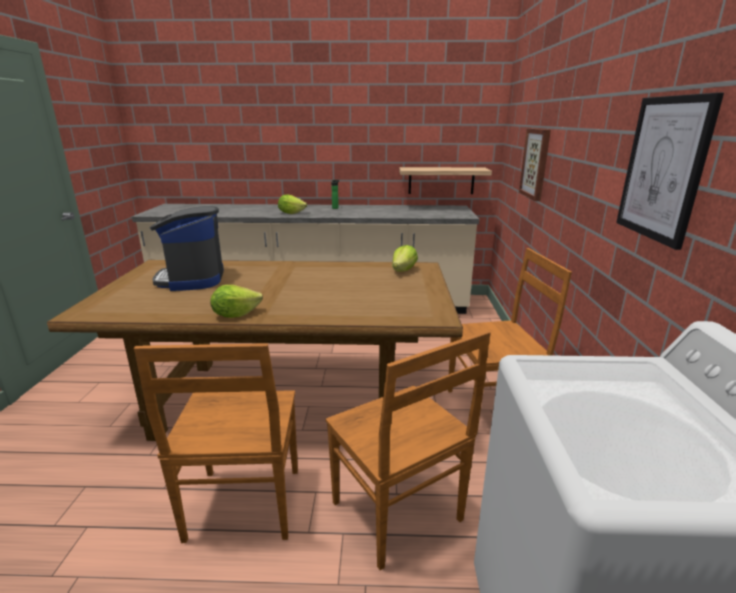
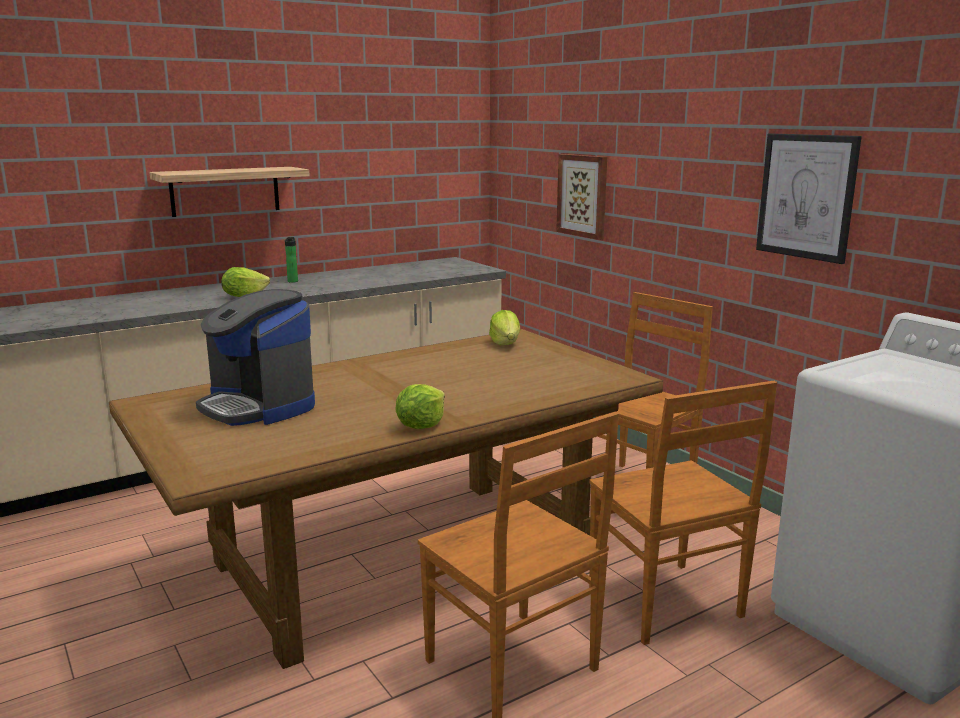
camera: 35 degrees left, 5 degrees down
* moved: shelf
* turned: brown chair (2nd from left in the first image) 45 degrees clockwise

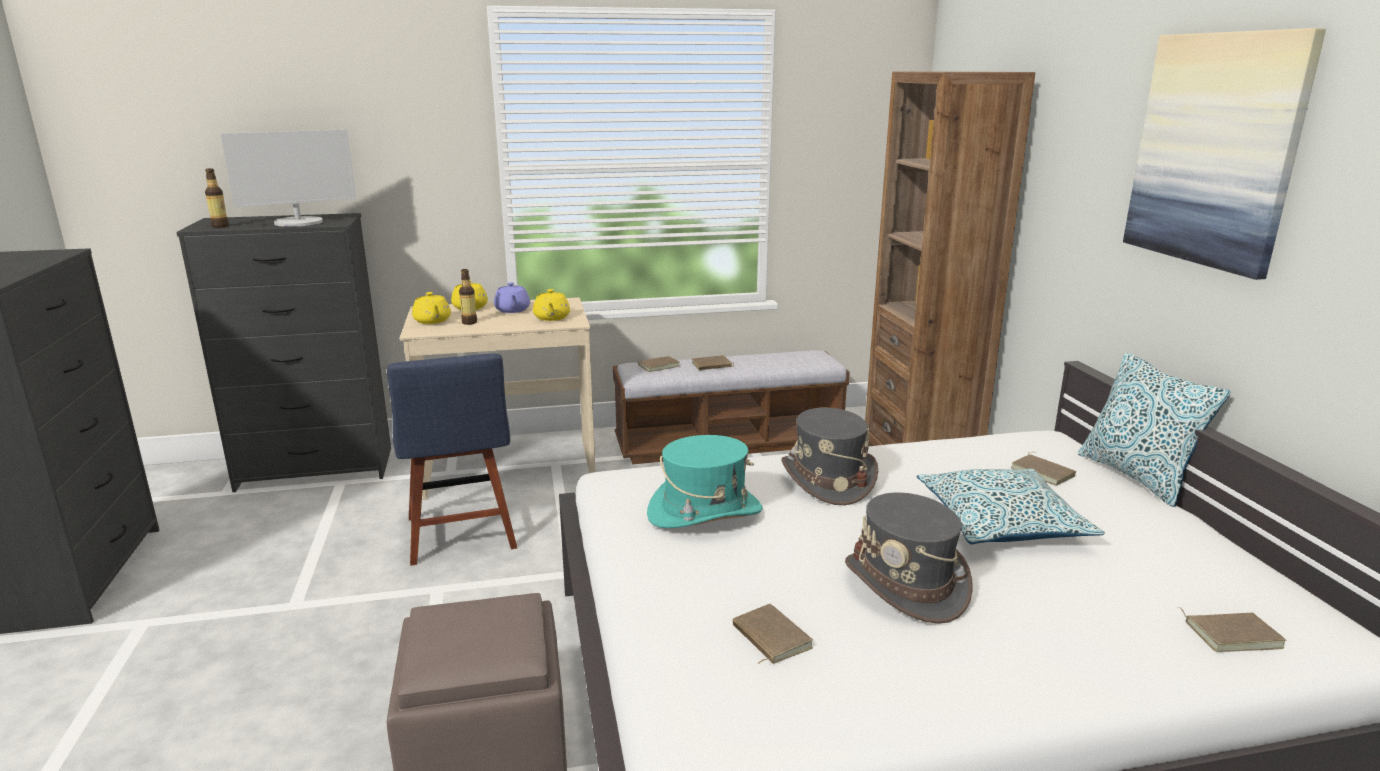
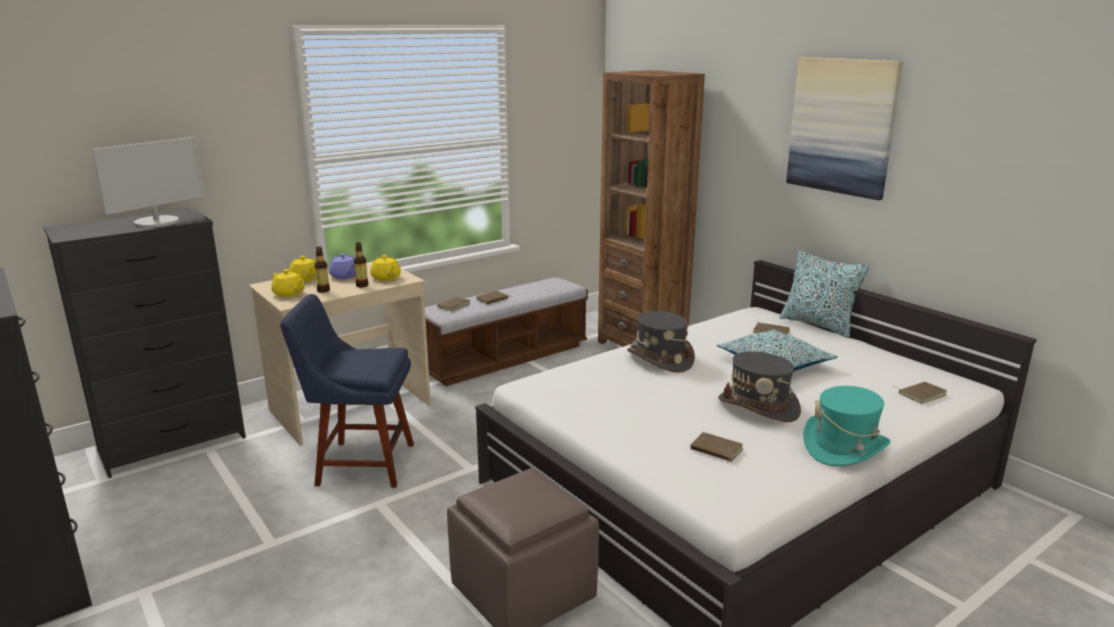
camera: 25 degrees left, 0 degrees up
* moved: bottle (1st from left in the first image) to bottle (2nd from left)
* turned: blue chair 135 degrees clockwise
* moved: turquoise hat

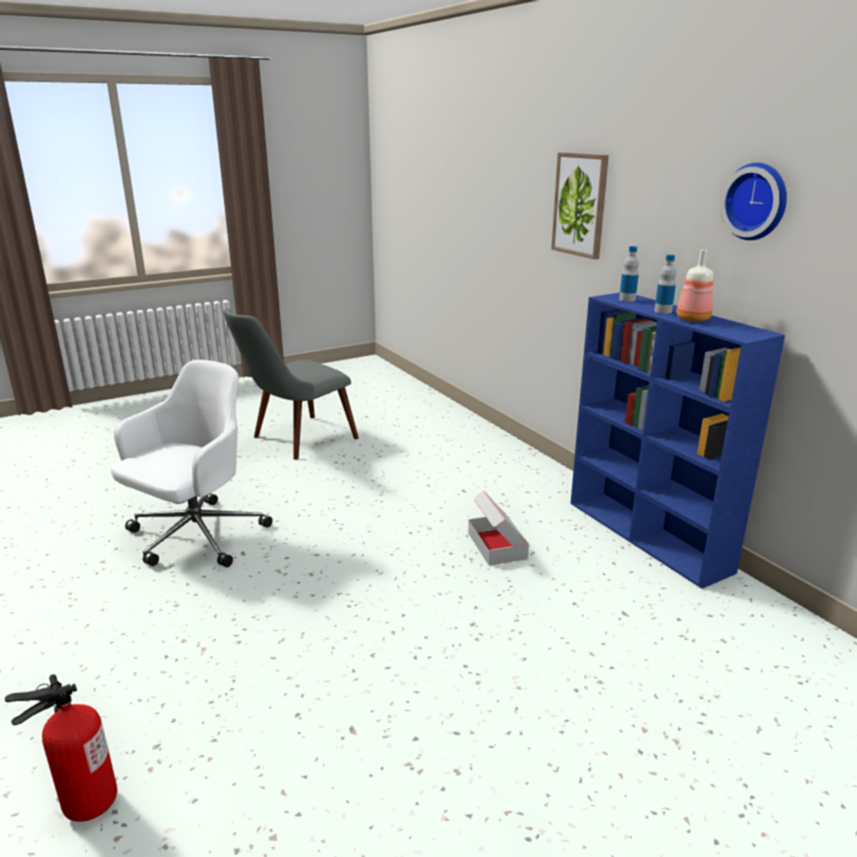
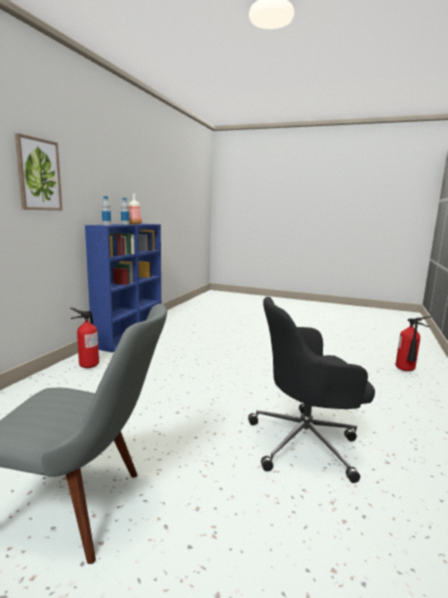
camera: 130 degrees left, 10 degrees down
* removed: wall clock
* recoloured: white office chair to black office chair
* removed: cardboard box
* added: fire extinguisher (1st from left)

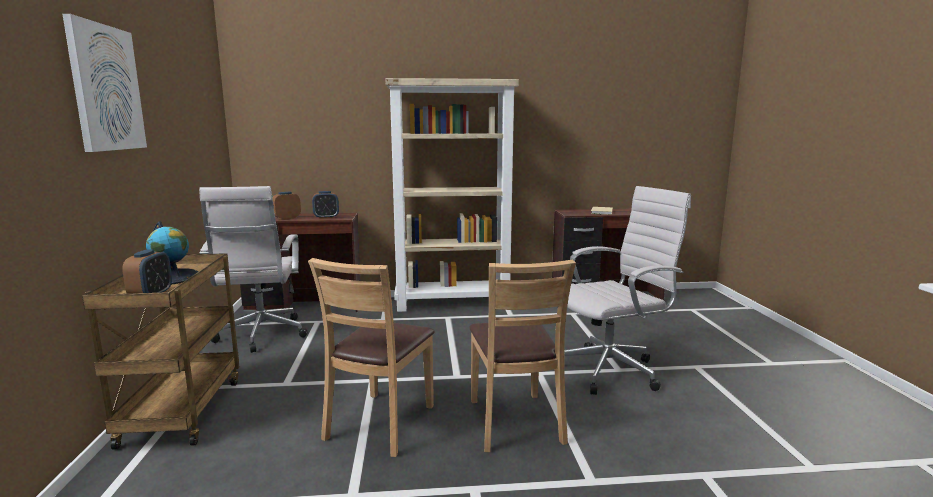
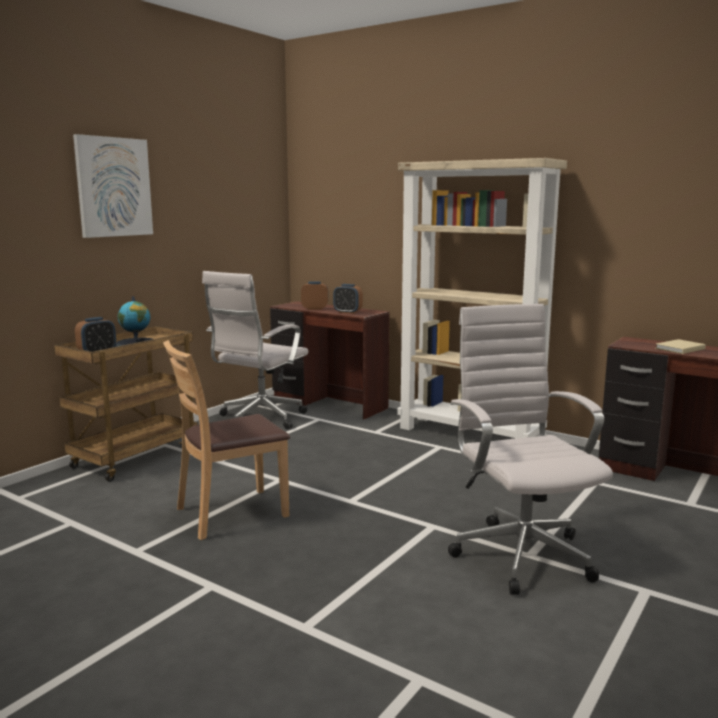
camera: 40 degrees right, 0 degrees up
* turned: white office chair (2nd from left) 120 degrees counterclockwise
* removed: brown chair (2nd from left)

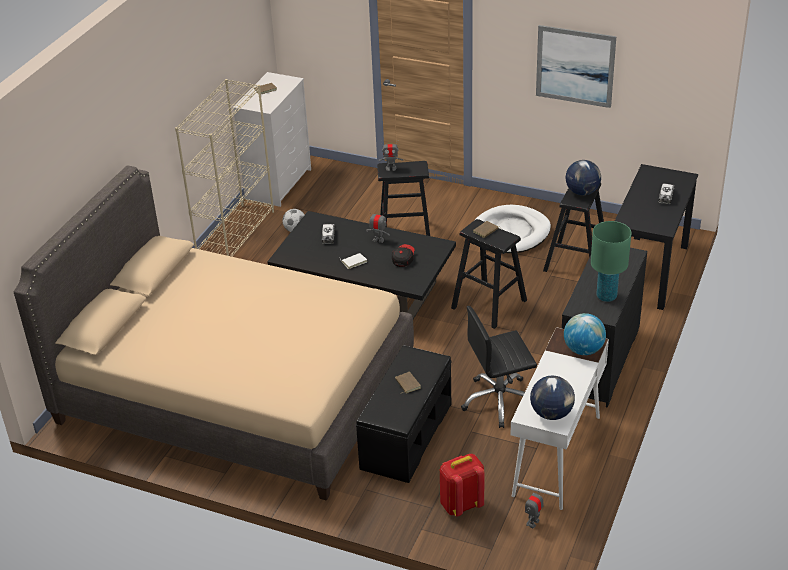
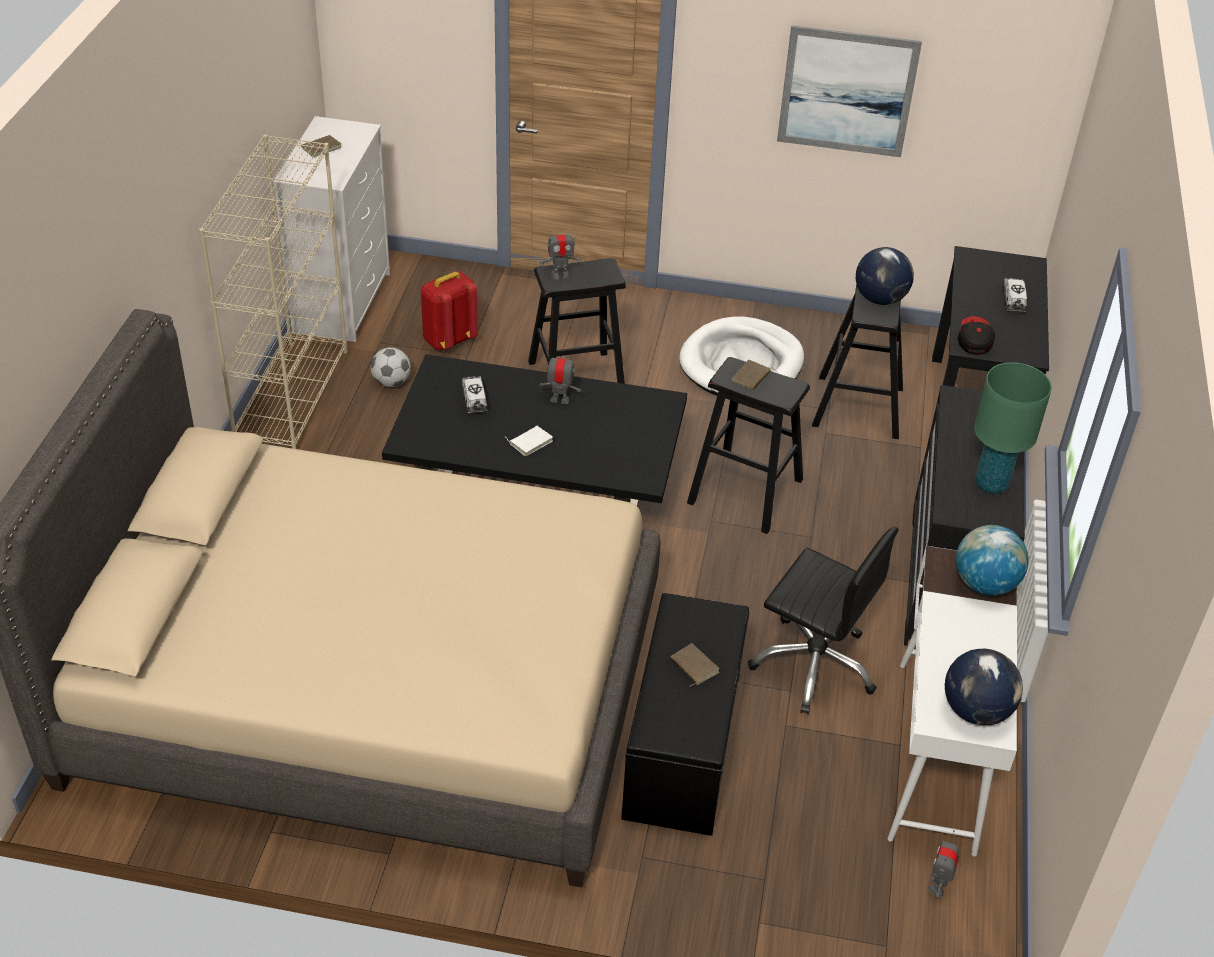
camera: 15 degrees left, 5 degrees up
* moved: cap
* turned: black office chair 120 degrees counterclockwise
* moved: red backpack

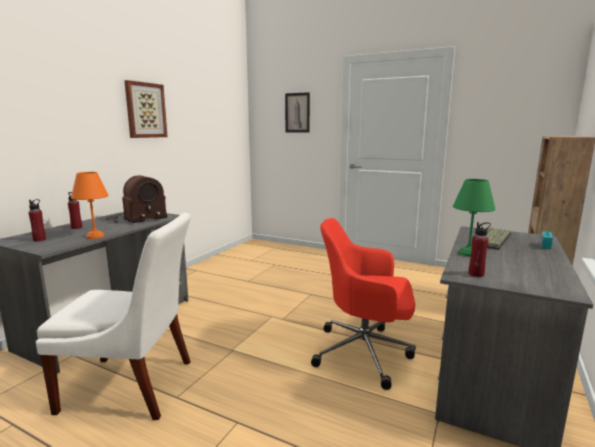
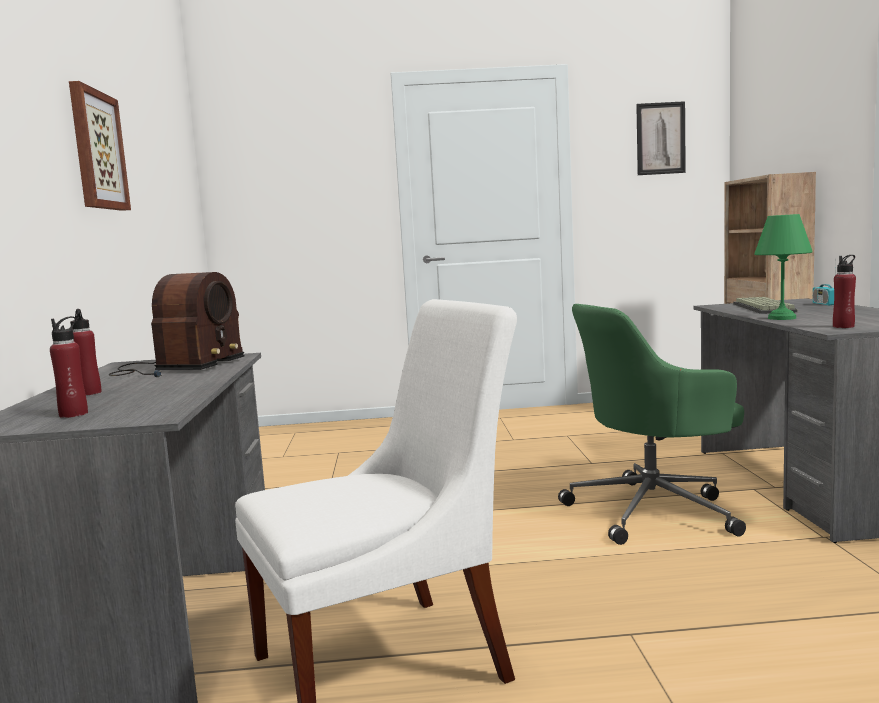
camera: 30 degrees left, 5 degrees down
* moved: picture (2nd from left)
* removed: orange table lamp
* recoloured: red office chair to green office chair

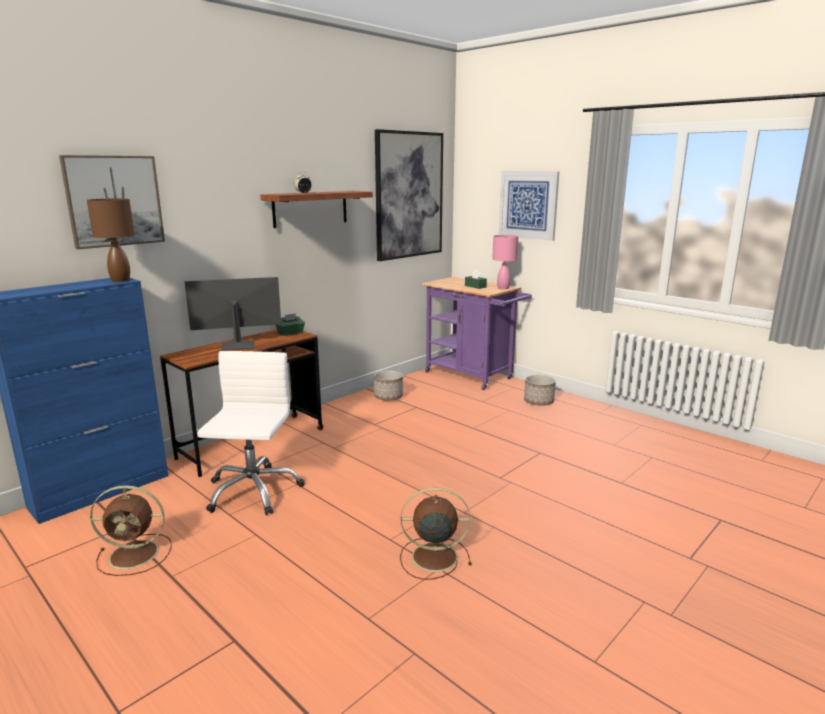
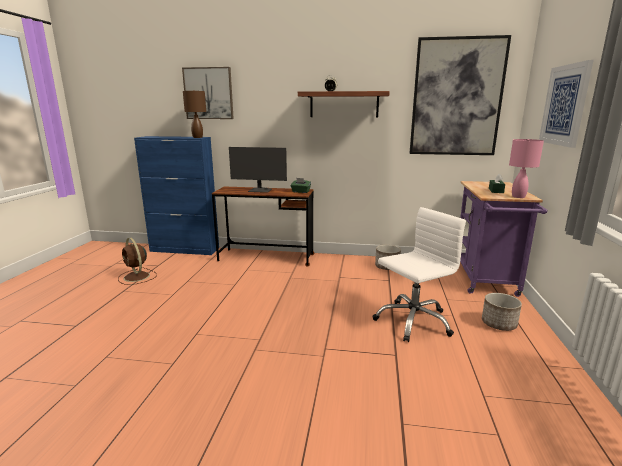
camera: 55 degrees right, 0 degrees up
* turned: monitor 150 degrees clockwise
* moved: white office chair
* removed: brown fan (2nd from left)

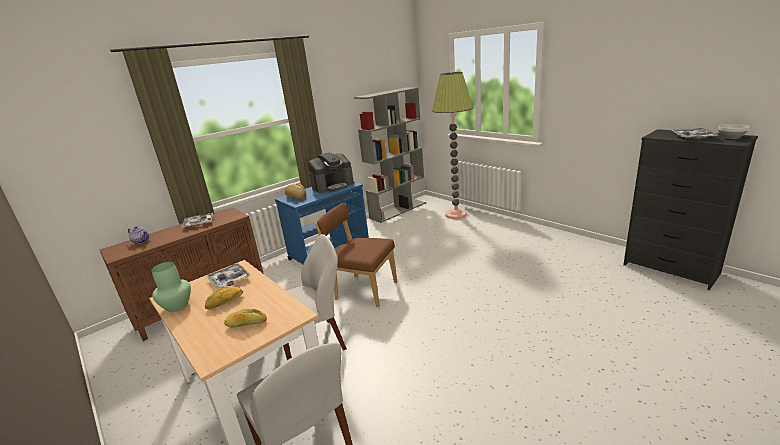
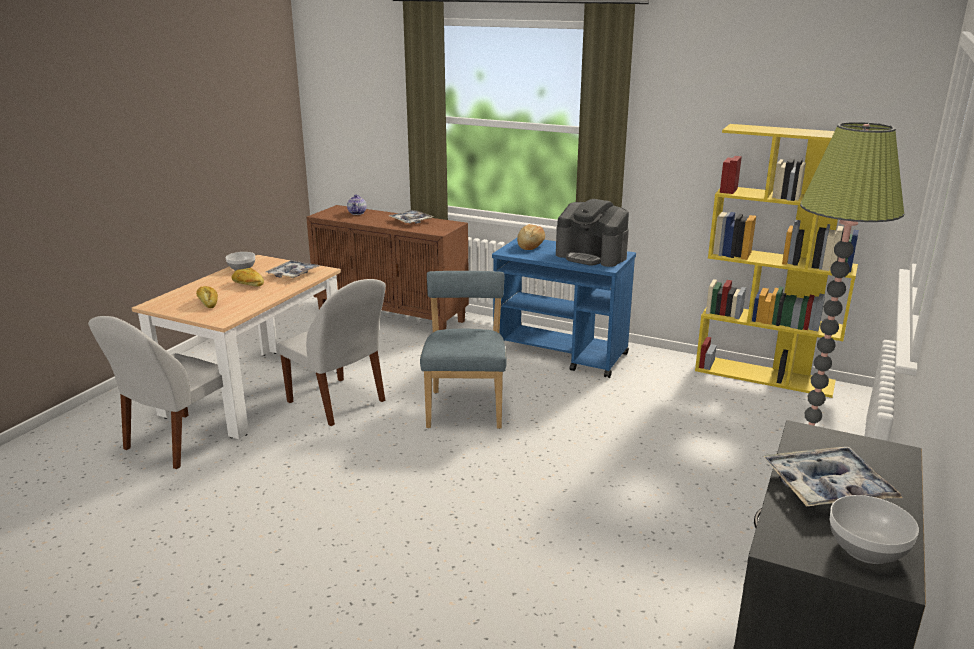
camera: 65 degrees right, 0 degrees up
* recoloured: grey bookcase to yellow bookcase
* recoloured: brown chair to blue chair
* replaced: green vase to bowl (1st from left)

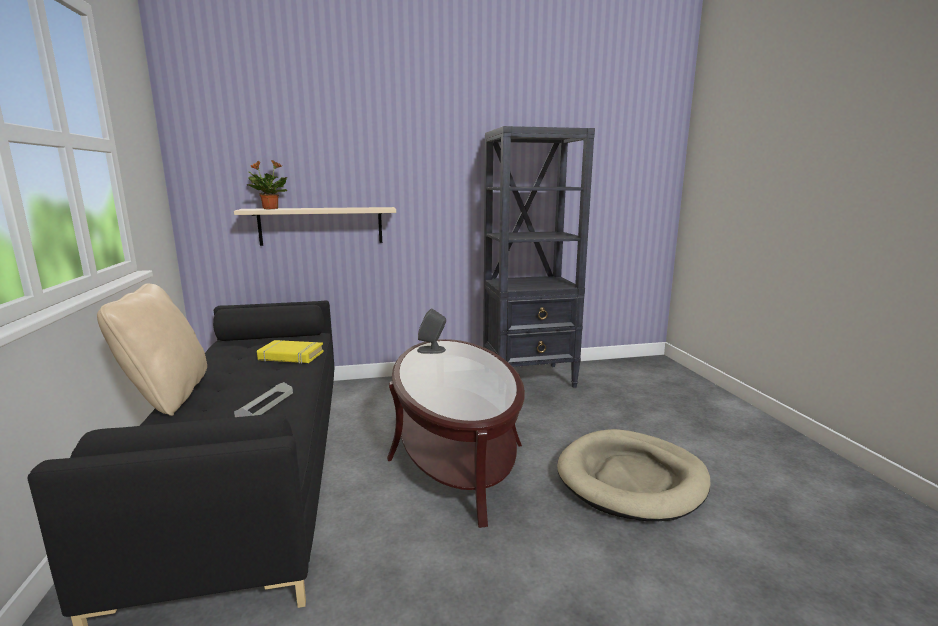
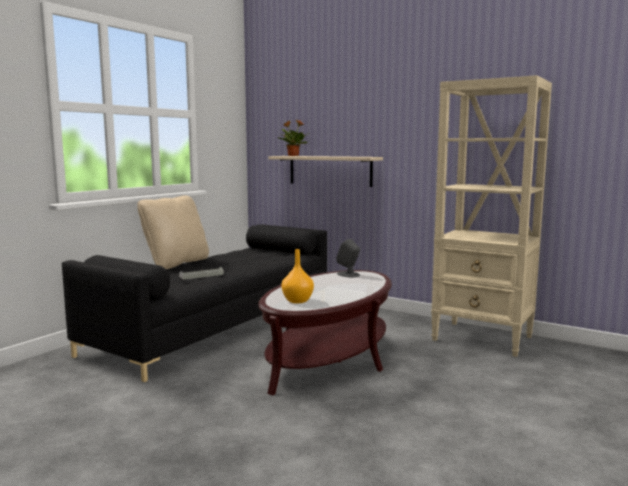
camera: 45 degrees right, 5 degrees down
* recoloured: black bookcase to beige bookcase
* removed: yellow book
* removed: beige dog bed
* added: orange vase

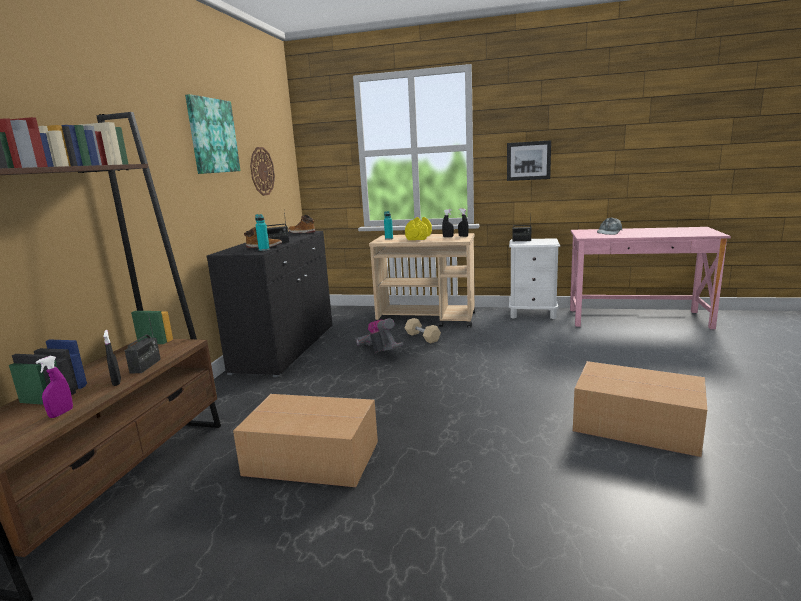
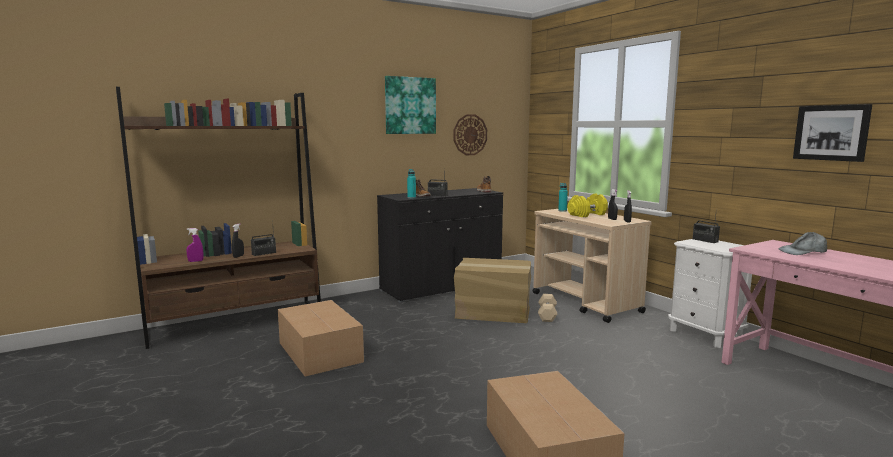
camera: 45 degrees right, 5 degrees down
* moved: picture (2nd from left)
* replaced: vacuum cleaner to cardboard box (2nd from left)

